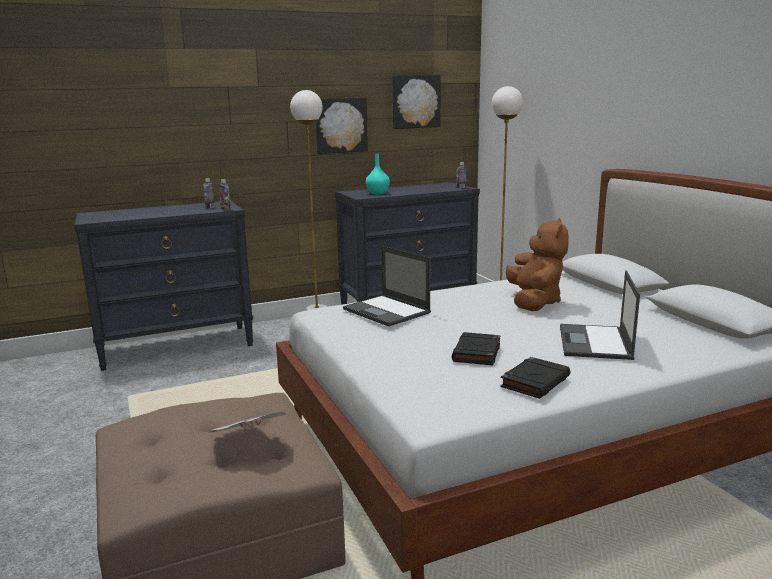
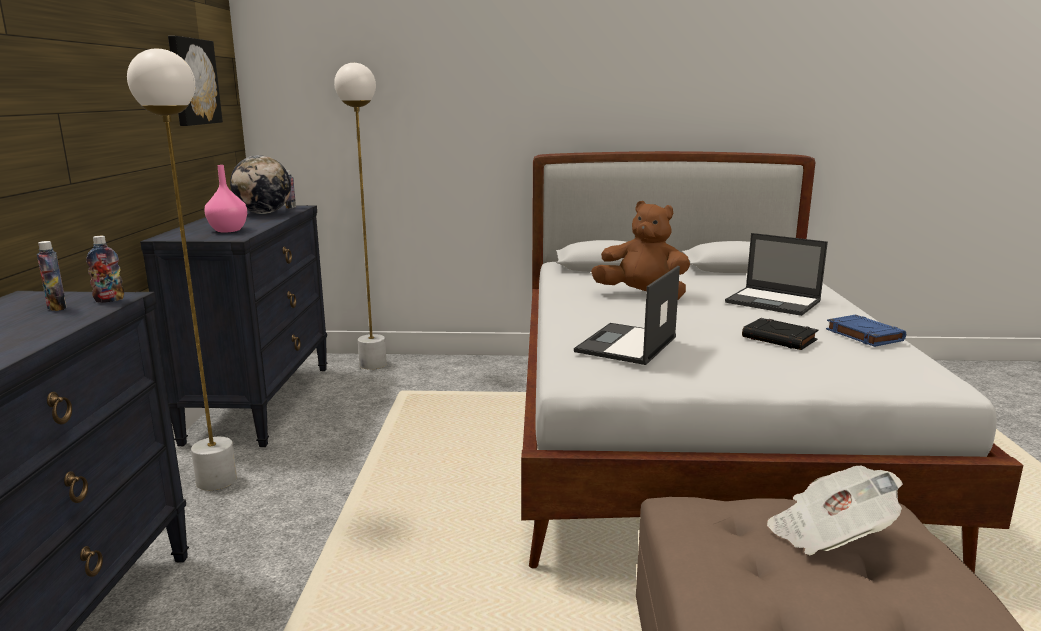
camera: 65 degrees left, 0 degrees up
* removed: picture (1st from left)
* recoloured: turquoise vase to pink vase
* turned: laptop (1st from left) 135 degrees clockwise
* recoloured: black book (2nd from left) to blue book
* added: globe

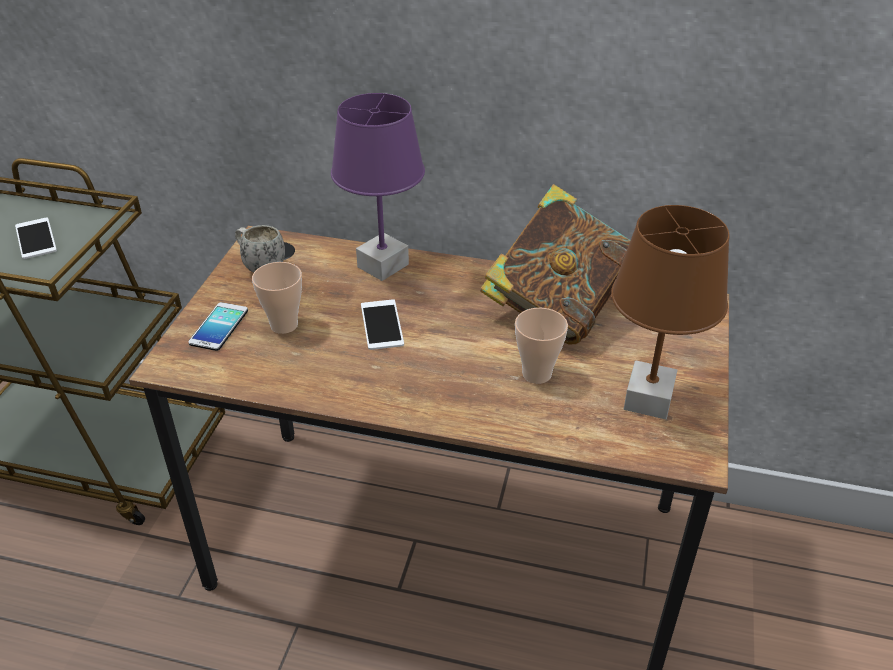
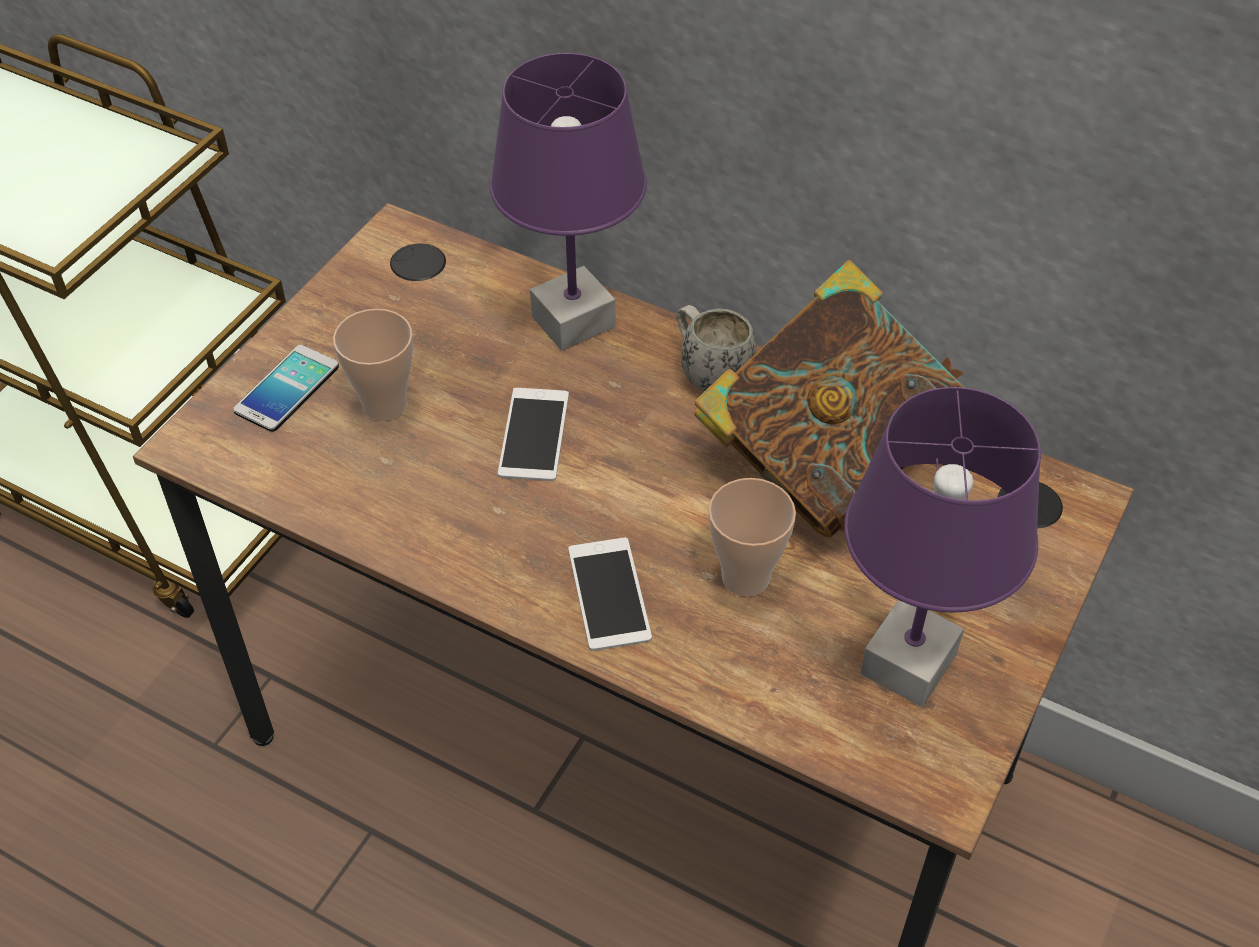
camera: 15 degrees right, 10 degrees up
* recoloured: brown table lamp to purple table lamp (2nd from left)
* moved: phone (1st from left in the first image) to phone (3rd from left)
* moved: white mug

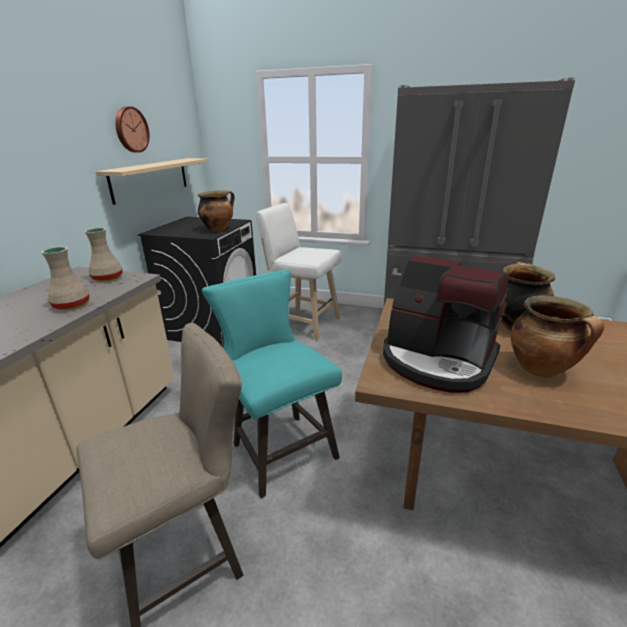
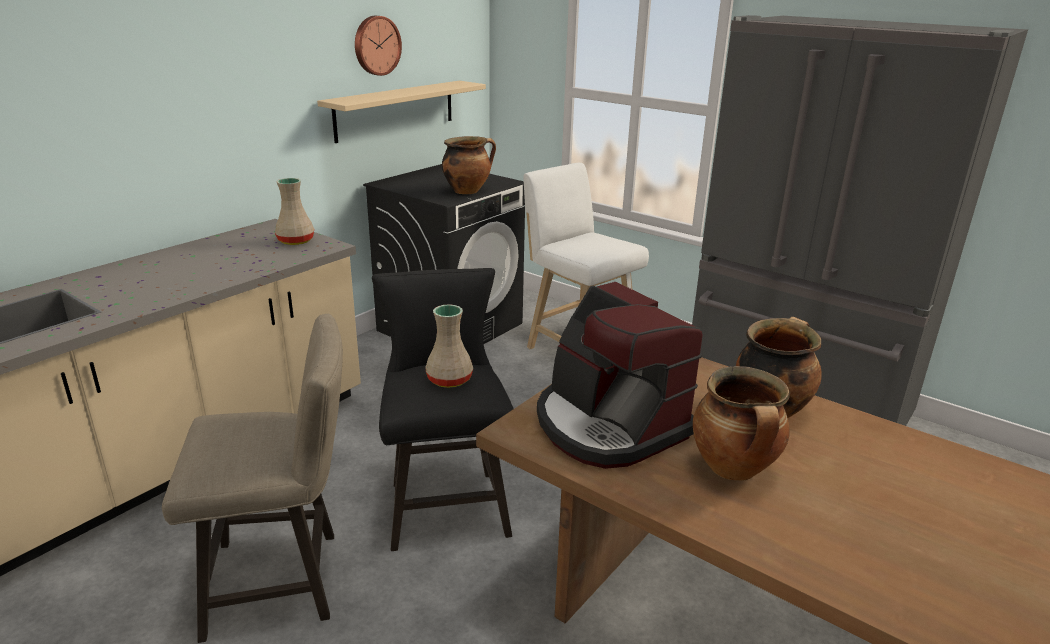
camera: 20 degrees right, 0 degrees up
* moved: beige vase (1st from left in the first image) to beige vase (2nd from left)
* recoloured: turquoise stool to black stool

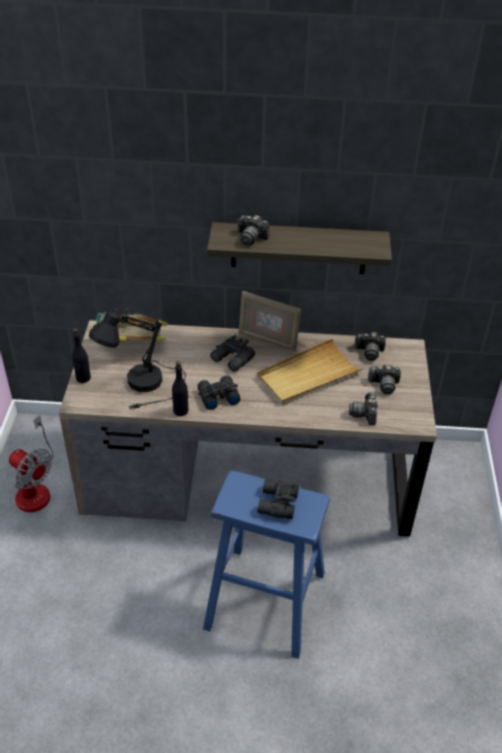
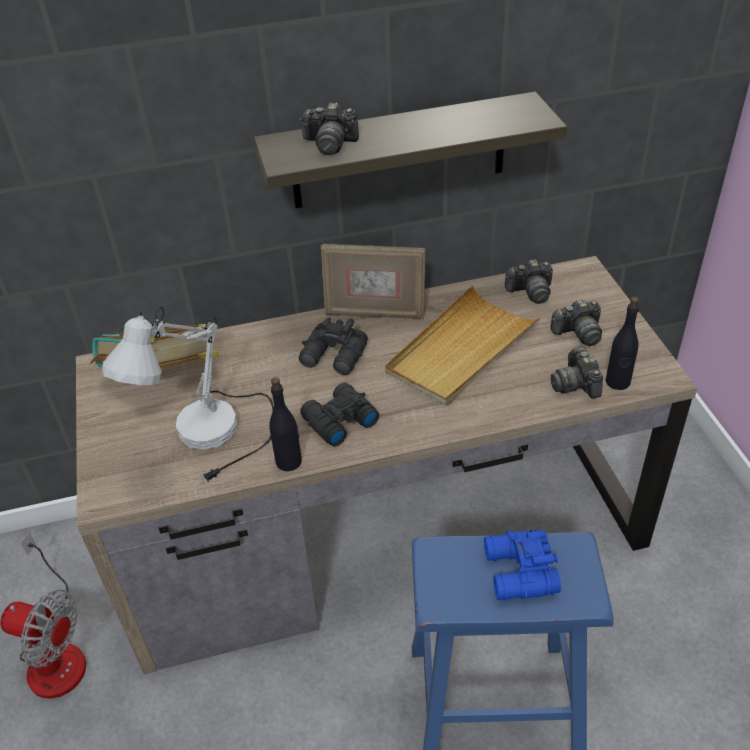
camera: 15 degrees left, 0 degrees up
* recoloured: black table lamp to white table lamp
* moved: black bottle (1st from left in the first image) to black bottle (2nd from left)
* recoloured: black binoculars (3rd from left) to blue binoculars

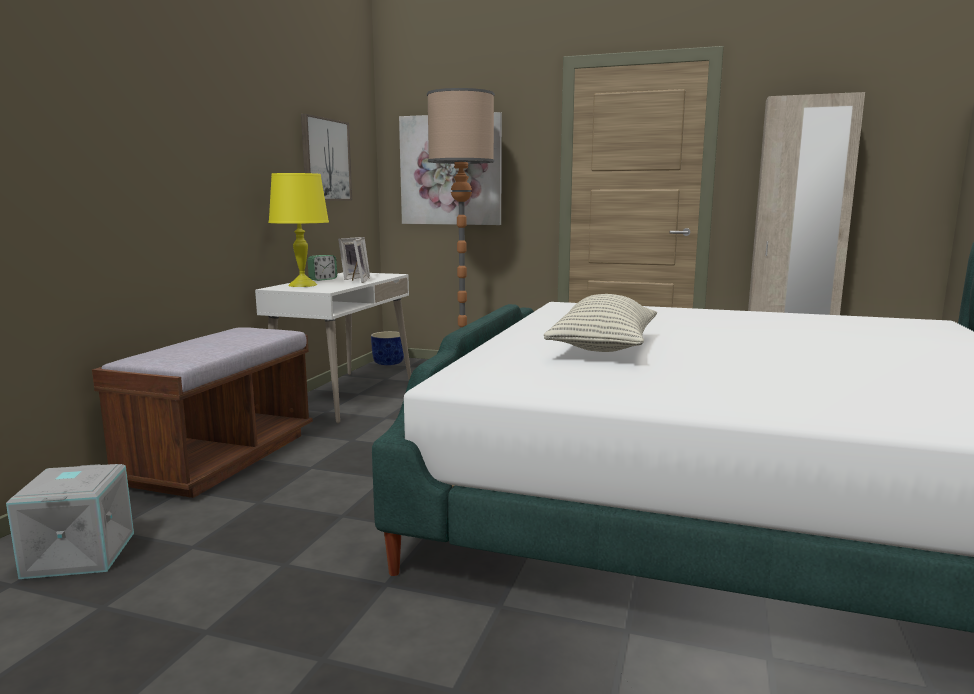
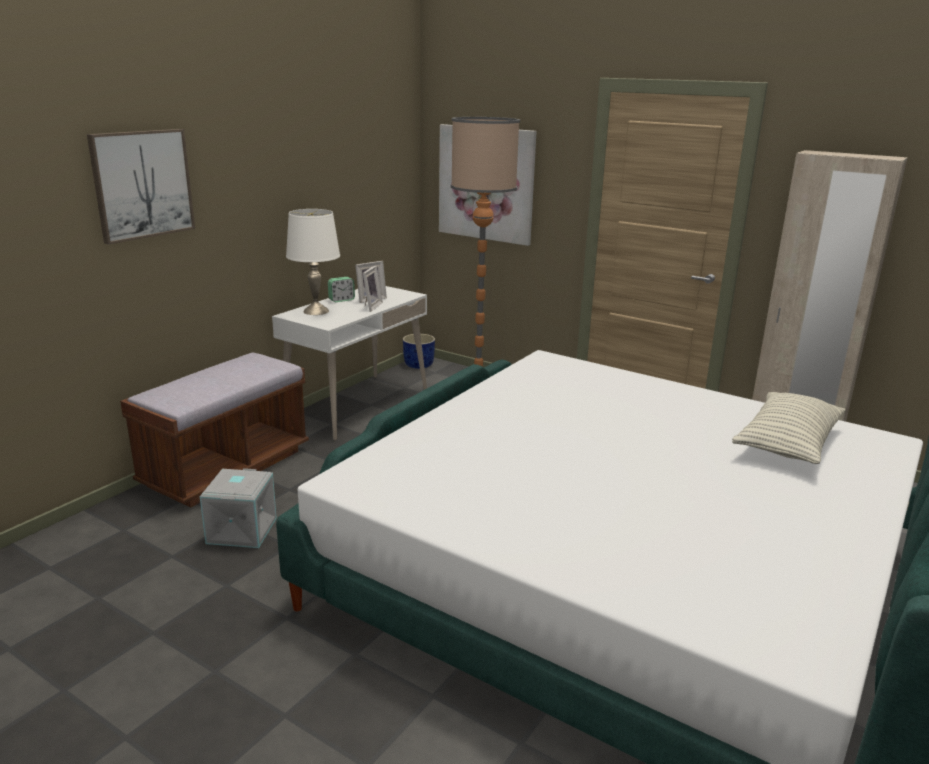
camera: 15 degrees right, 10 degrees up
* moved: picture (1st from left)
* recoloured: yellow table lamp to white table lamp
* moved: pillow
* moved: grey storage box

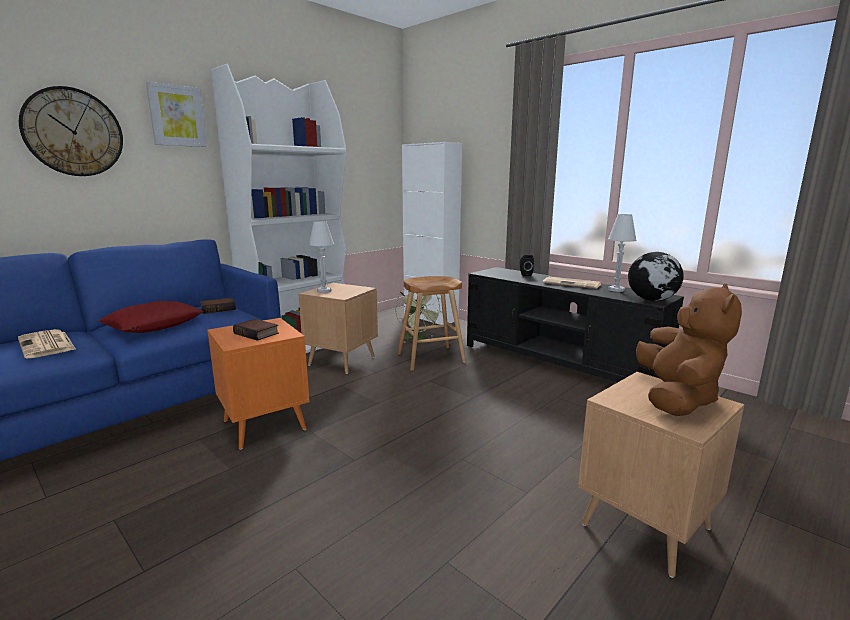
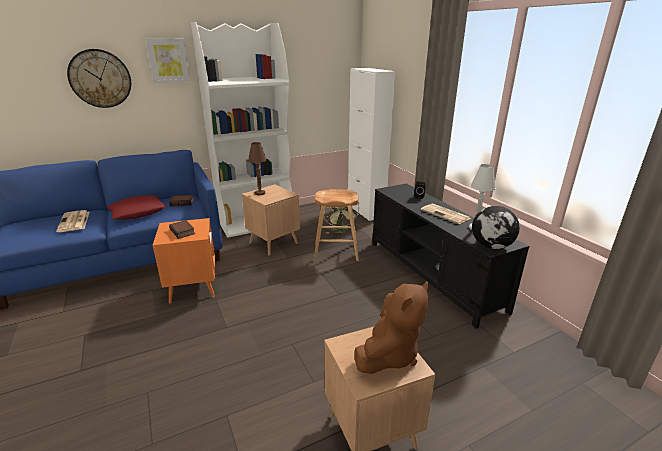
camera: 20 degrees right, 10 degrees up
* recoloured: white table lamp (1st from left) to brown table lamp

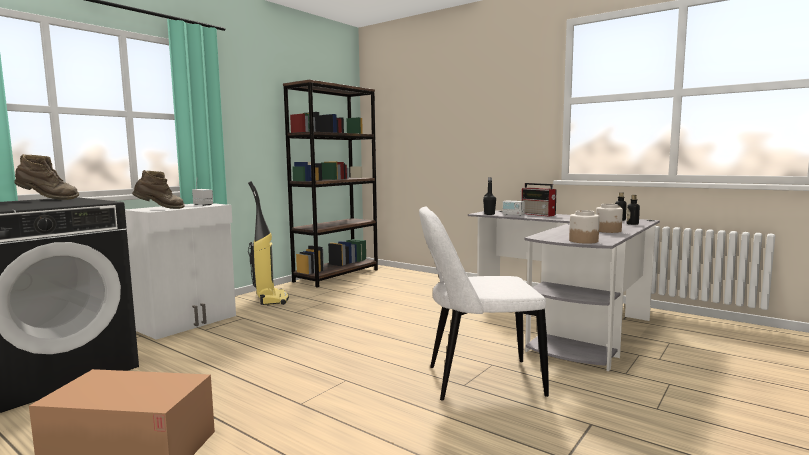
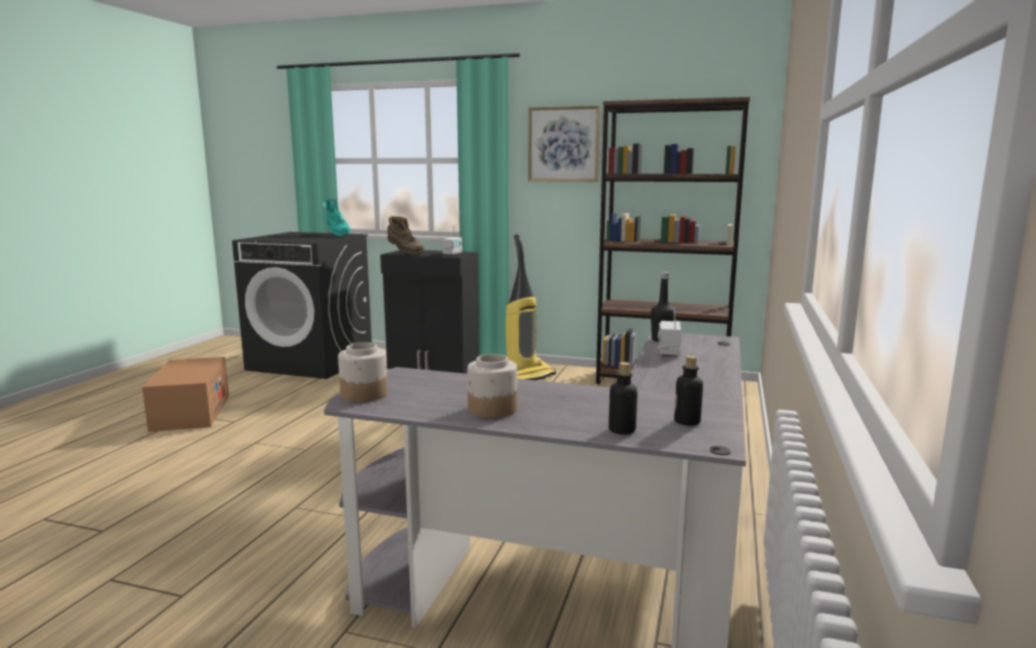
camera: 70 degrees right, 5 degrees up
* recoloured: brown boot (1st from left) to turquoise boot
* removed: radio (3rd from left)
* recoloured: white cabinet to black cabinet
* removed: white chair
* added: picture

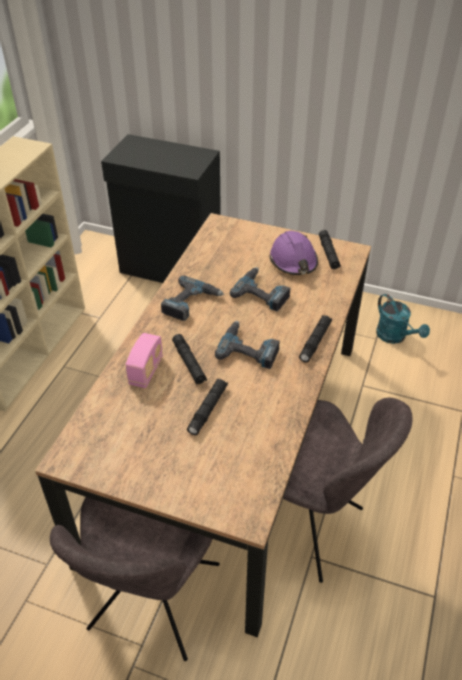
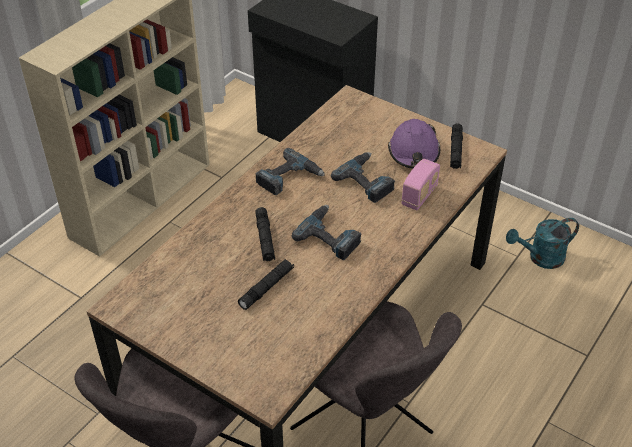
camera: 15 degrees right, 0 degrees up
* turned: turquoise watering can 90 degrees clockwise
* removed: black flashlight (3rd from left)
* moved: radio

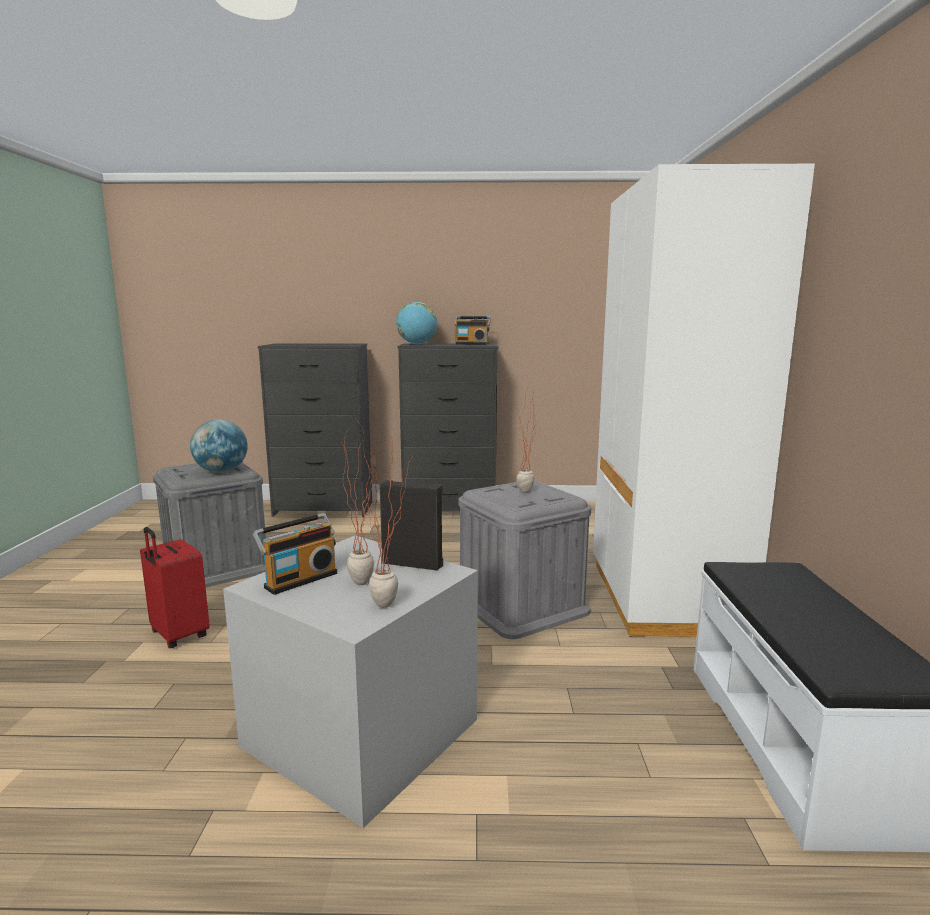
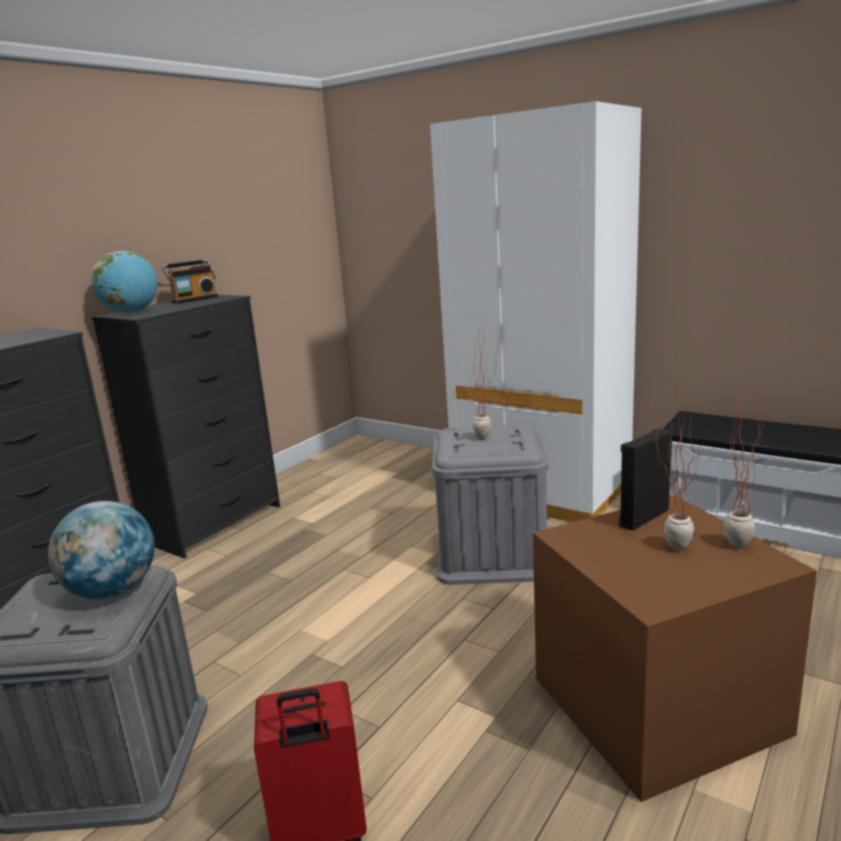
camera: 55 degrees left, 5 degrees up
* removed: radio (1st from left)
* recoloured: grey storage box (2nd from left) to brown storage box

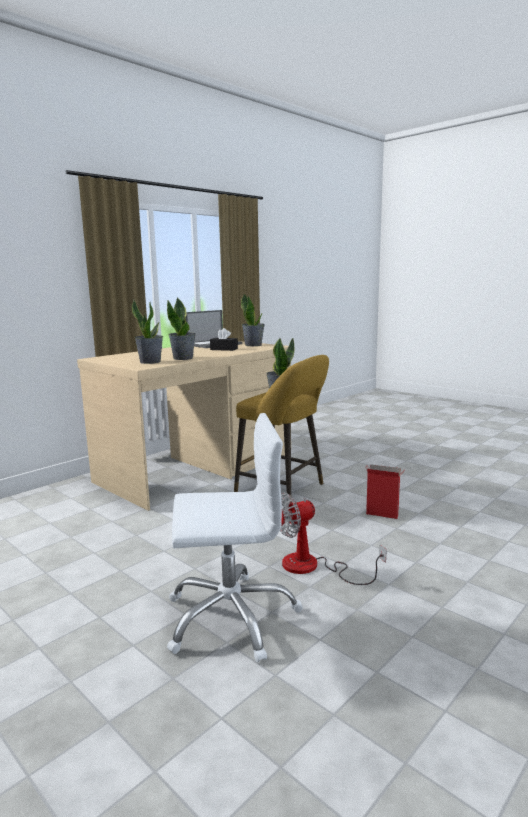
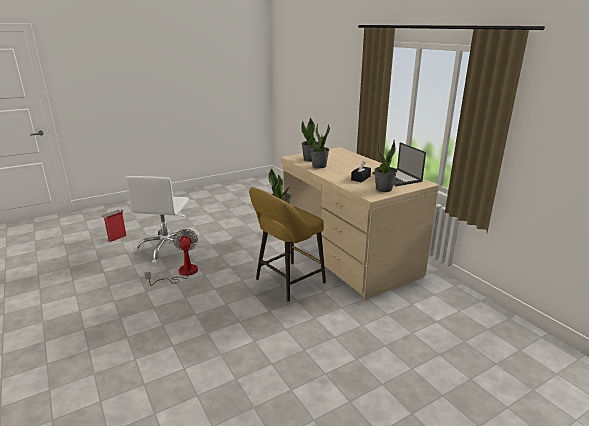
camera: 105 degrees right, 10 degrees up
* moved: cardboard box

